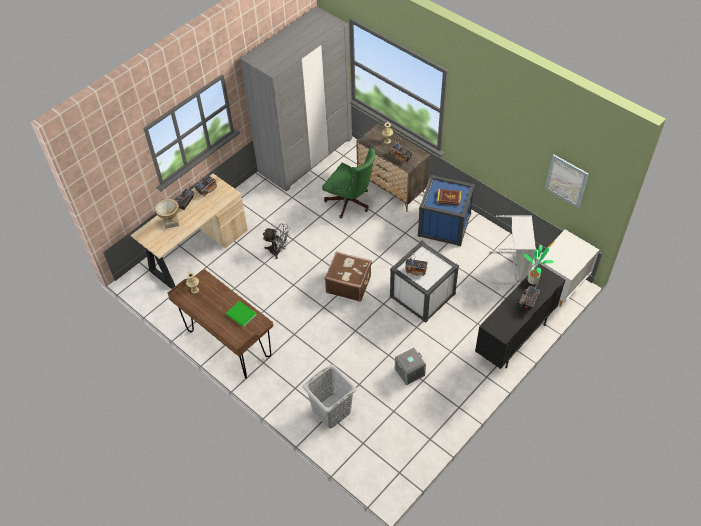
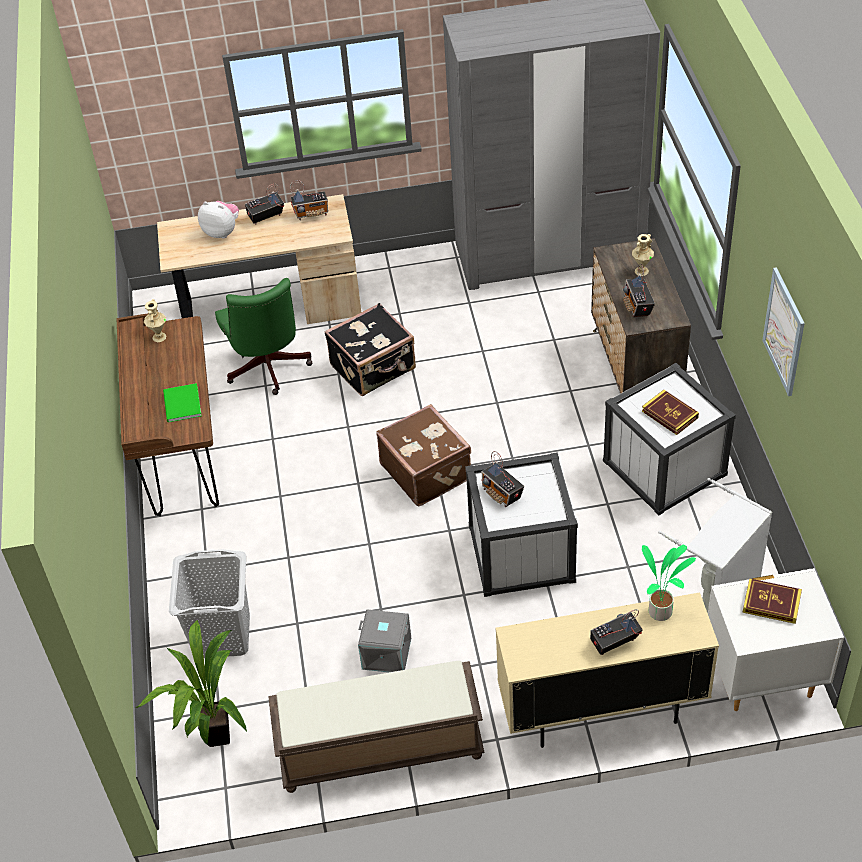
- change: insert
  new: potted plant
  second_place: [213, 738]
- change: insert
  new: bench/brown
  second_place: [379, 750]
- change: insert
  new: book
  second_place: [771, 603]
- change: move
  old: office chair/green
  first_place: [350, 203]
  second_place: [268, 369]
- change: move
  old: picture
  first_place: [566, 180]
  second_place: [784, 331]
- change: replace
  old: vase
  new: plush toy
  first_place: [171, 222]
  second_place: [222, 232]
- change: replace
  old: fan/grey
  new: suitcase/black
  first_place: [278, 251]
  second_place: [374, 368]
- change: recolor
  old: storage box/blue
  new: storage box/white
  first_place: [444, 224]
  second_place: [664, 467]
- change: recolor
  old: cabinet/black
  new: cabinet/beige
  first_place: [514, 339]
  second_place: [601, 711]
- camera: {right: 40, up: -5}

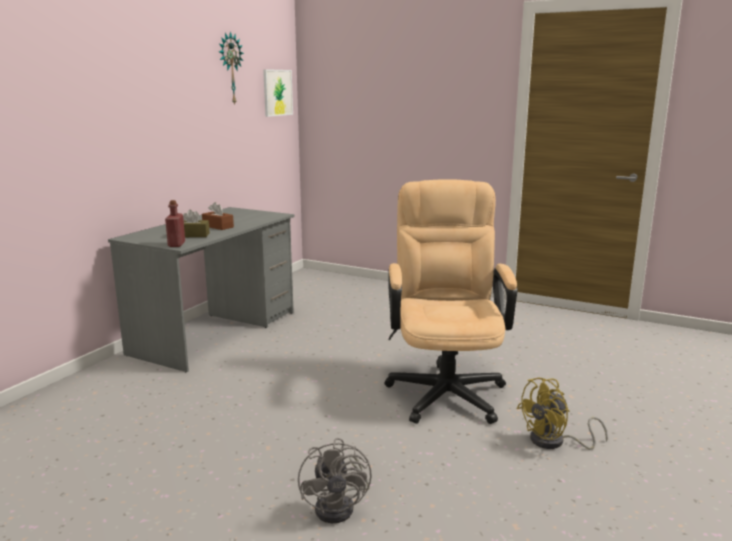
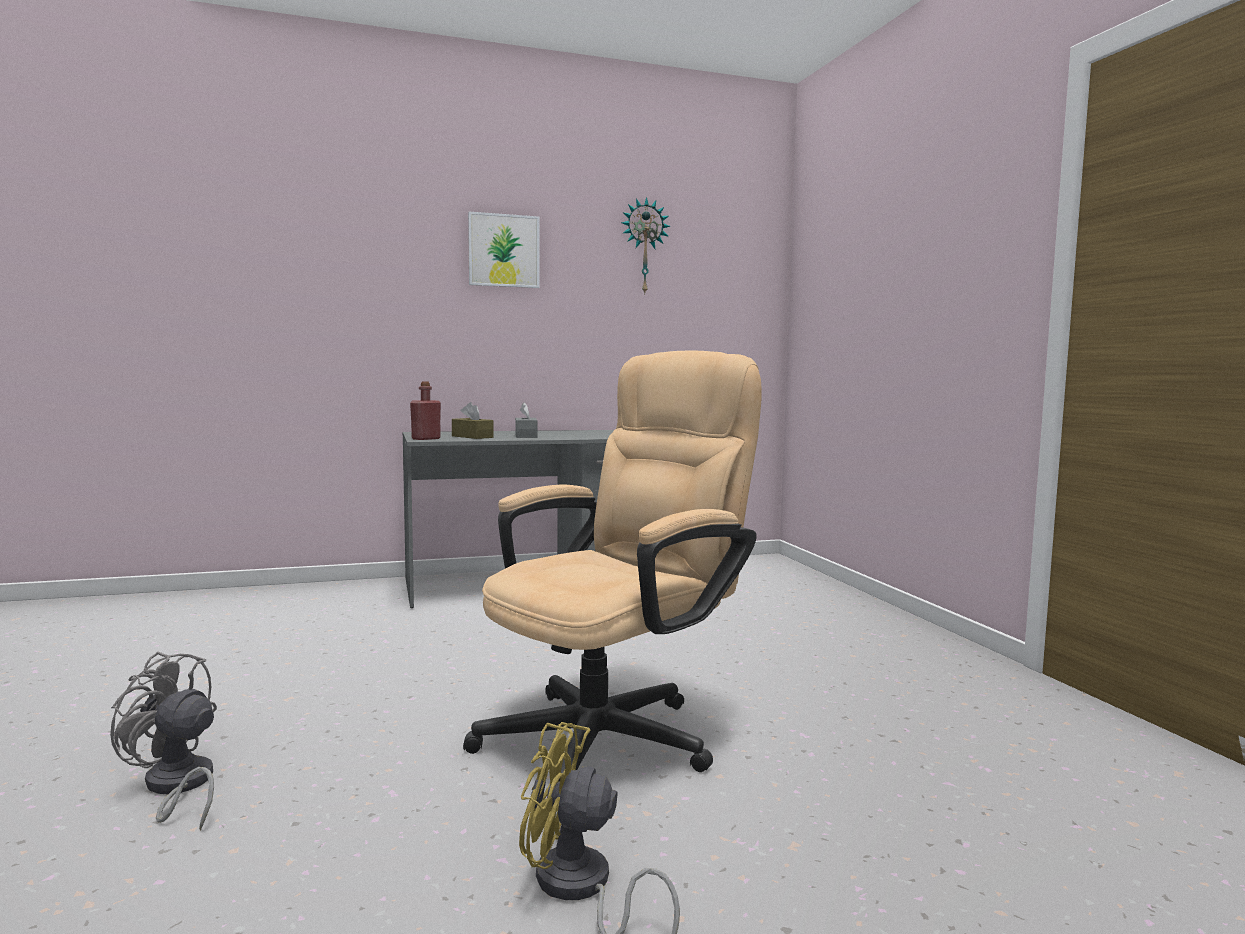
- change: move
  old: picture
  first_place: [277, 92]
  second_place: [504, 250]
- change: recolor
  old: tissue box/brown
  new: tissue box/grey
  first_place: [218, 226]
  second_place: [526, 436]
- change: rotate
  old: fan/grey
  first_place: [340, 506]
  second_place: [177, 787]
  degrees: 75
- camera: {right: 45, up: -10}

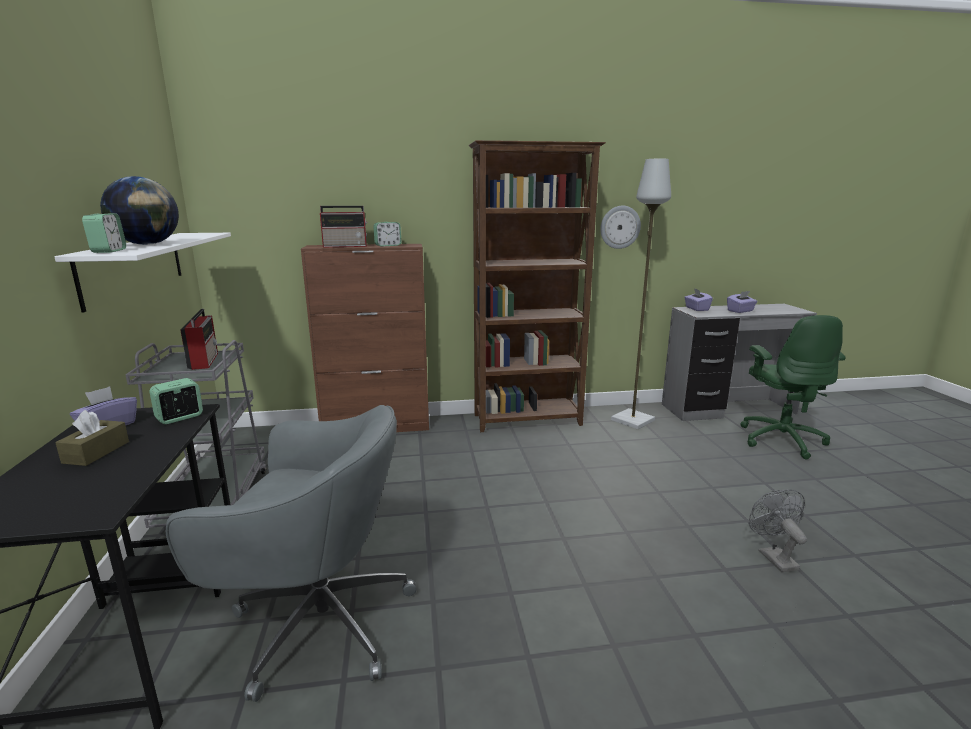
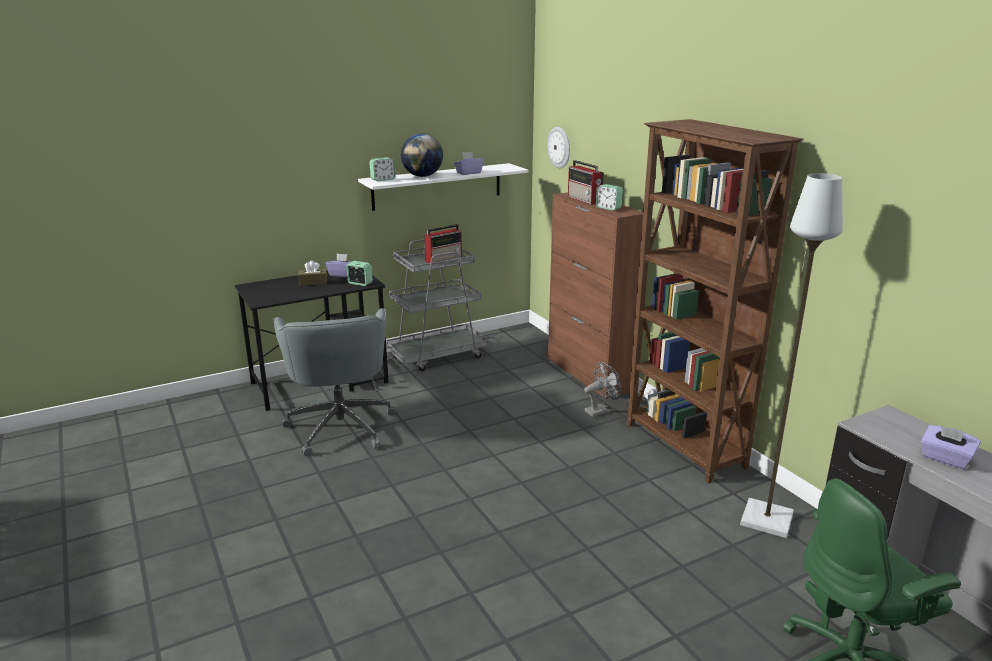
- change: move
  old: wall clock
  first_place: [620, 227]
  second_place: [559, 147]
- change: move
  old: tissue box/purple
  first_place: [696, 309]
  second_place: [468, 173]
- change: move
  old: fan/grey
  first_place: [773, 556]
  second_place: [601, 410]
- camera: {right: 70, up: 5}

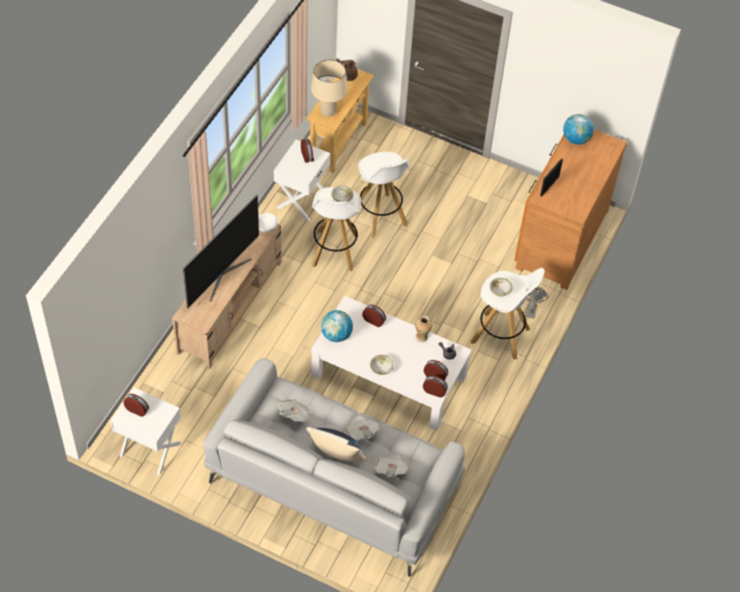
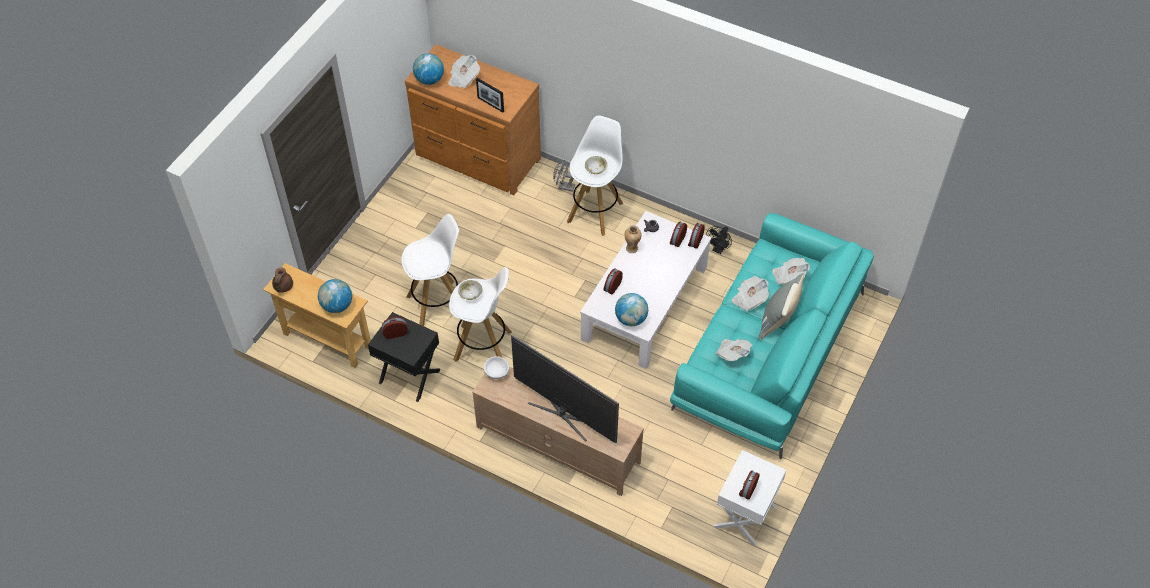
- change: delete
  old: bowl
  first_place: [381, 368]
- change: insert
  new: newspaper
  second_place: [463, 78]
- change: insert
  new: fan/black
  second_place: [718, 249]
- change: replace
  old: table lamp/beige
  new: globe
  first_place: [328, 111]
  second_place: [337, 306]
- change: recolor
  old: sofa/grey
  new: sofa/turquoise
  first_place: [333, 480]
  second_place: [768, 352]
- change: recolor
  old: nightstand/white
  new: nightstand/black
  first_place: [301, 200]
  second_place: [409, 377]
- change: recolor
  old: pillow/blue
  new: pillow/grey
  first_place: [335, 457]
  second_place: [778, 321]
- camera: {right: -85, up: 0}

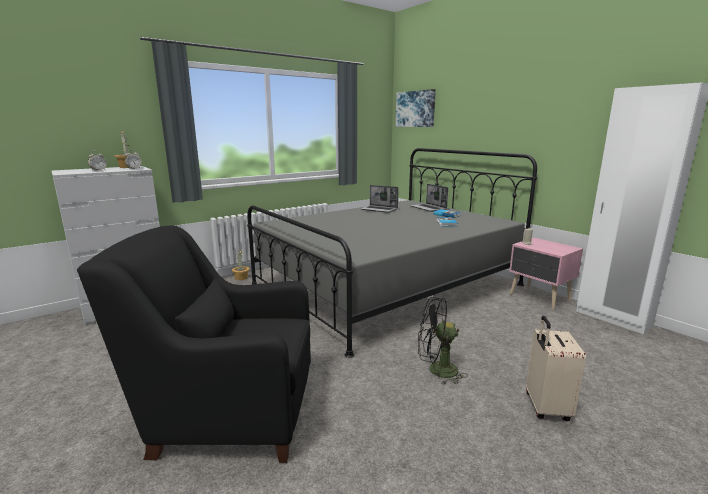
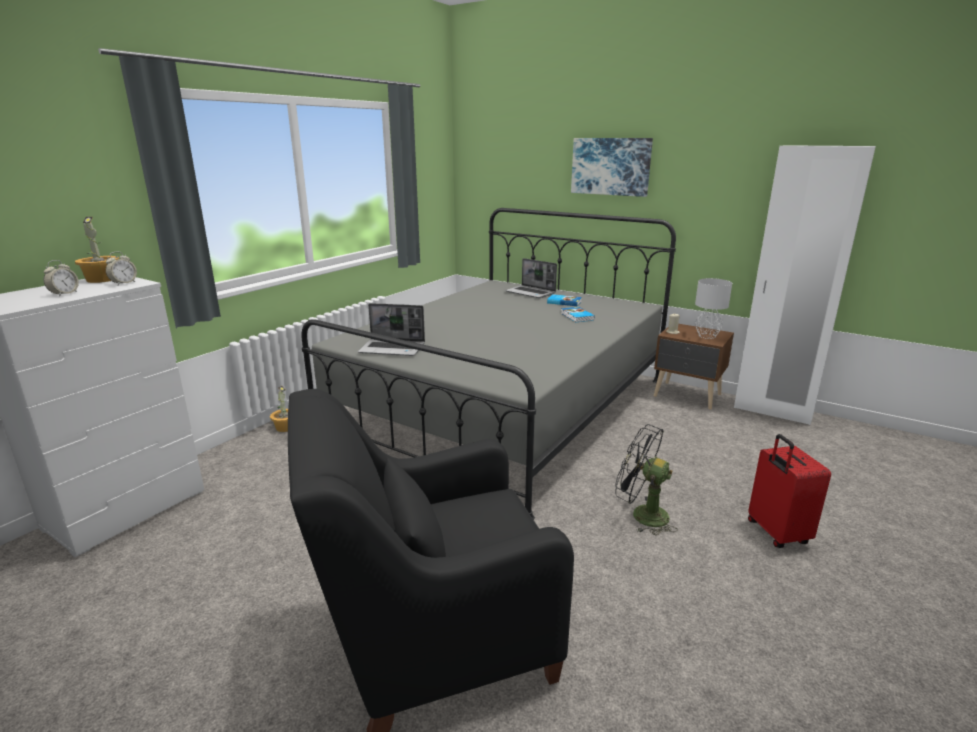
- change: insert
  new: table lamp/grey
  second_place: [706, 336]
- change: move
  old: laptop
  first_place: [379, 209]
  second_place: [393, 349]
- change: move
  old: picture
  first_place: [415, 109]
  second_place: [611, 166]
- change: recolor
  old: nightstand/pink
  new: nightstand/brown
  first_place: [539, 298]
  second_place: [688, 396]
- change: recolor
  old: suitcase/beige
  new: suitcase/red
  first_place: [545, 407]
  second_place: [776, 533]
- change: rotate
  old: fan/black
  first_place: [436, 370]
  second_place: [641, 515]
  degrees: 45
- camera: {right: -20, up: 5}

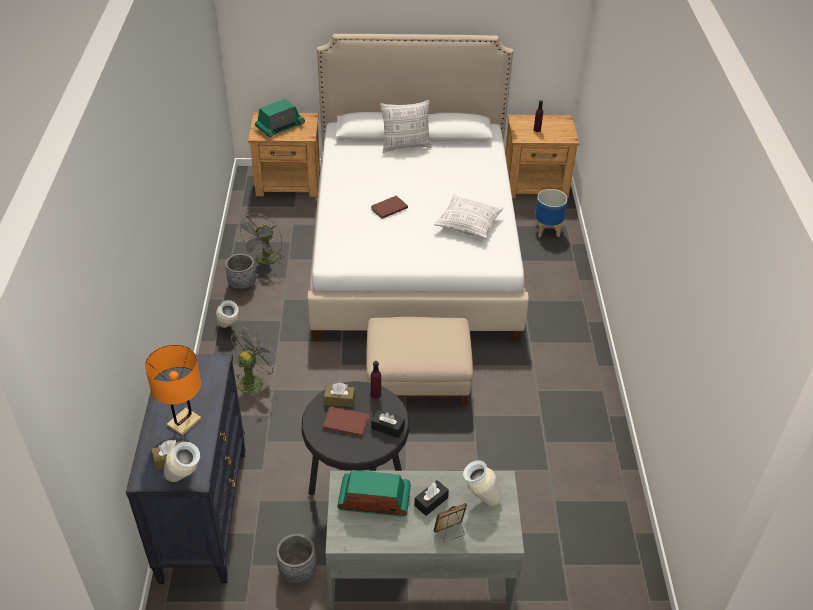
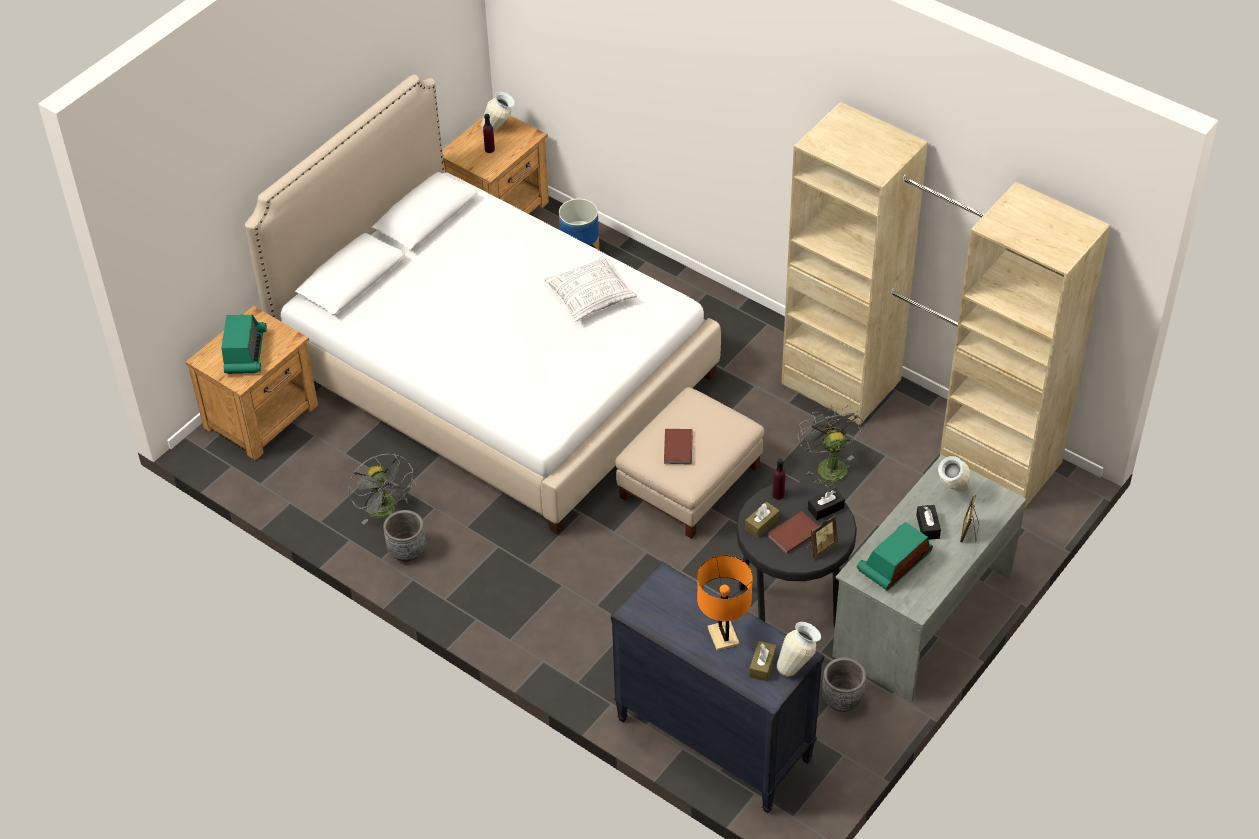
- change: delete
  old: pillow
  first_place: [406, 146]
- change: insert
  new: wardrobe/beige
  second_place: [920, 422]
- change: insert
  new: picture frame
  second_place: [820, 547]
- change: move
  old: vase
  first_place: [229, 330]
  second_place: [500, 130]
- change: move
  old: fan/grey
  first_place: [253, 380]
  second_place: [828, 465]
- change: move
  old: book/brown
  first_place: [388, 208]
  second_place: [677, 448]
- camera: {right: -50, up: 5}

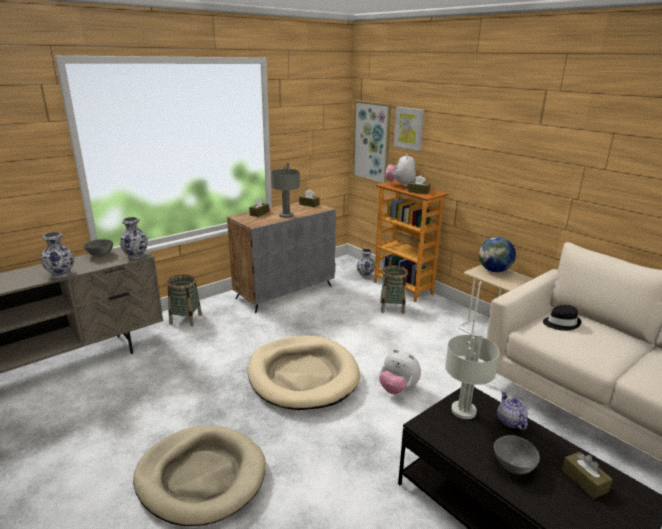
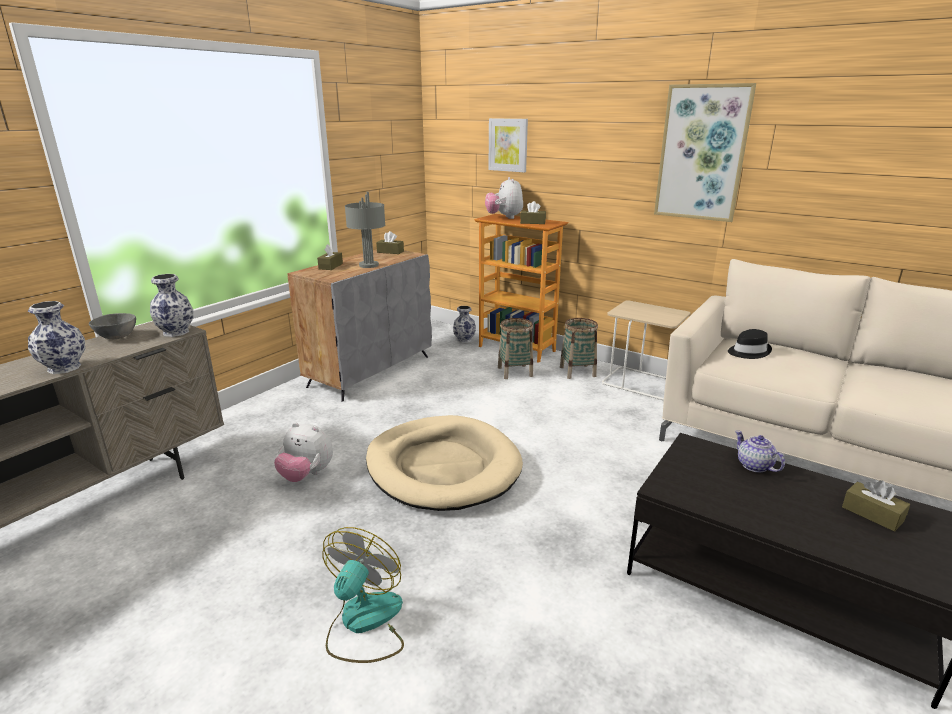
- change: delete
  old: table lamp/grey
  first_place: [463, 411]
- change: delete
  old: globe
  first_place: [494, 270]
- change: delete
  old: bowl/grey
  first_place: [513, 466]
- change: move
  old: basket
  first_place: [186, 319]
  second_place: [577, 371]
- change: move
  old: picture
  first_place: [372, 142]
  second_place: [702, 153]
- change: move
  old: plush toy
  first_place: [397, 389]
  second_place: [306, 475]
- change: replace
  old: dog bed/beige
  new: fan
  first_place: [201, 477]
  second_place: [364, 623]
- camera: {right: -15, up: 0}

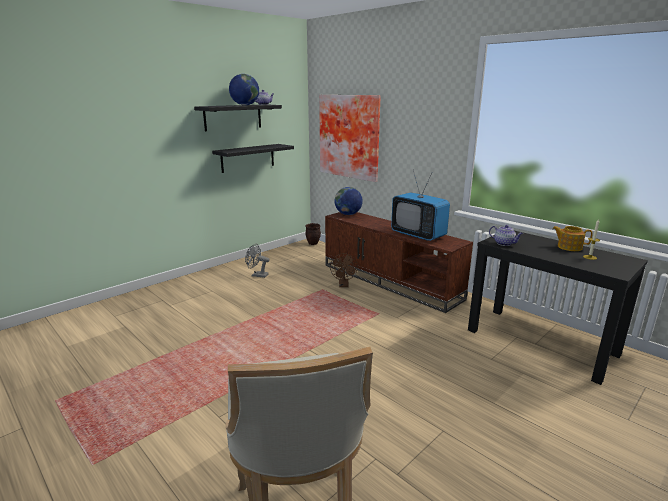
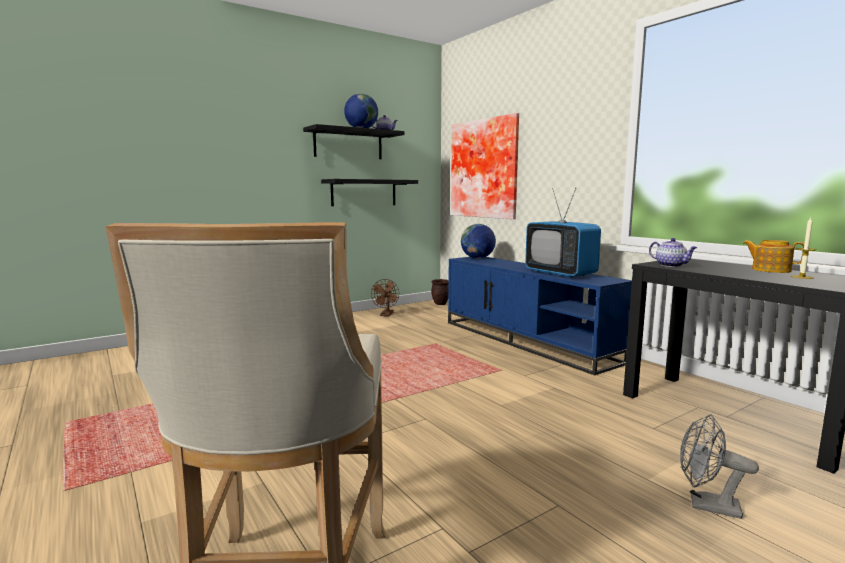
- change: move
  old: fan/grey
  first_place: [257, 275]
  second_place: [706, 505]
- change: move
  old: fan/brown
  first_place: [344, 285]
  second_place: [386, 315]
- change: recolor
  old: tv stand/brown
  new: tv stand/blue
  first_place: [390, 281]
  second_place: [527, 341]
- camera: {right: 10, up: -10}

